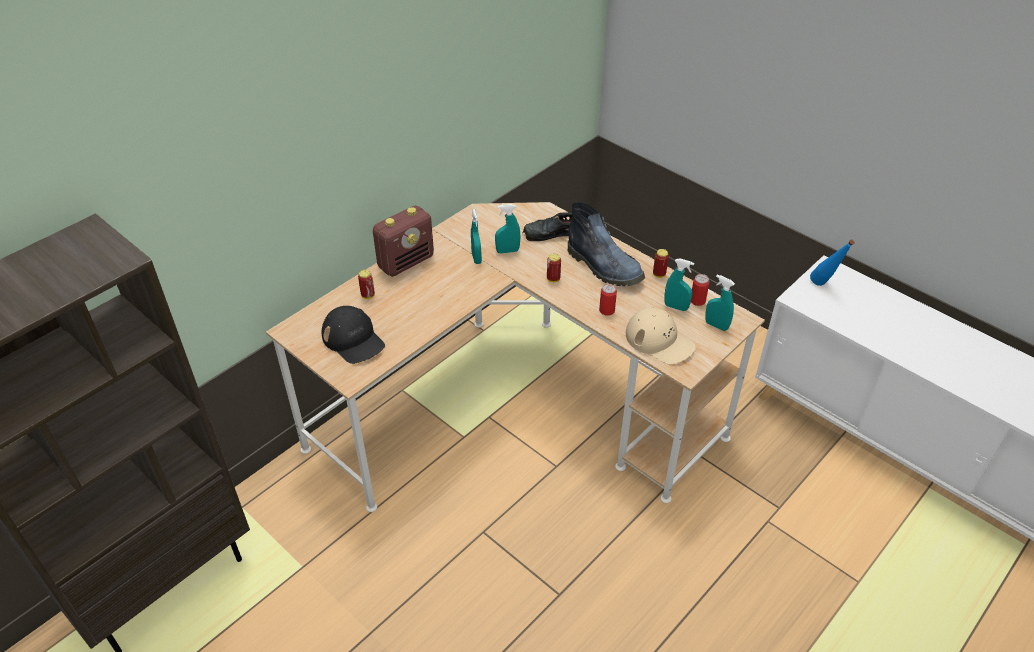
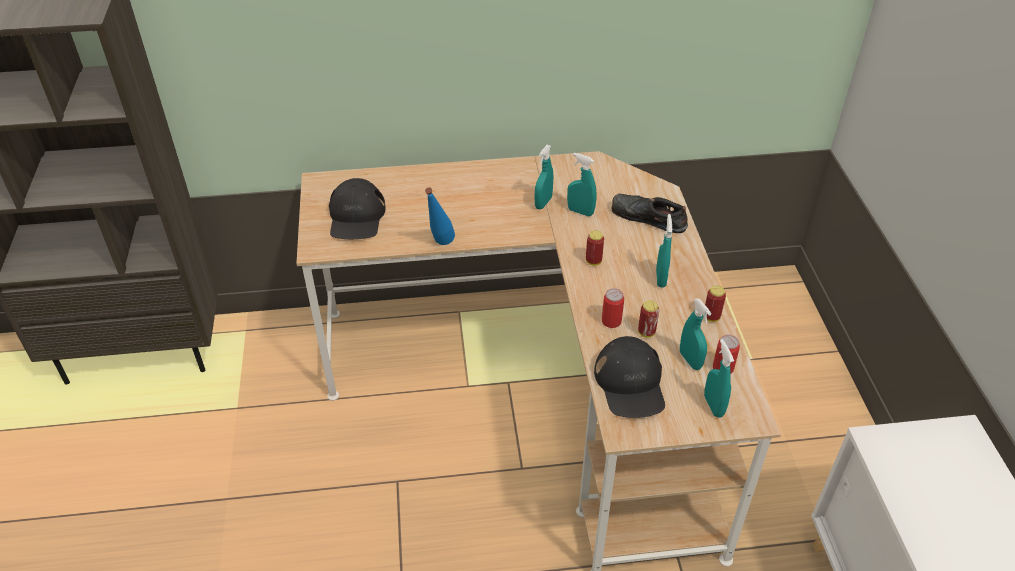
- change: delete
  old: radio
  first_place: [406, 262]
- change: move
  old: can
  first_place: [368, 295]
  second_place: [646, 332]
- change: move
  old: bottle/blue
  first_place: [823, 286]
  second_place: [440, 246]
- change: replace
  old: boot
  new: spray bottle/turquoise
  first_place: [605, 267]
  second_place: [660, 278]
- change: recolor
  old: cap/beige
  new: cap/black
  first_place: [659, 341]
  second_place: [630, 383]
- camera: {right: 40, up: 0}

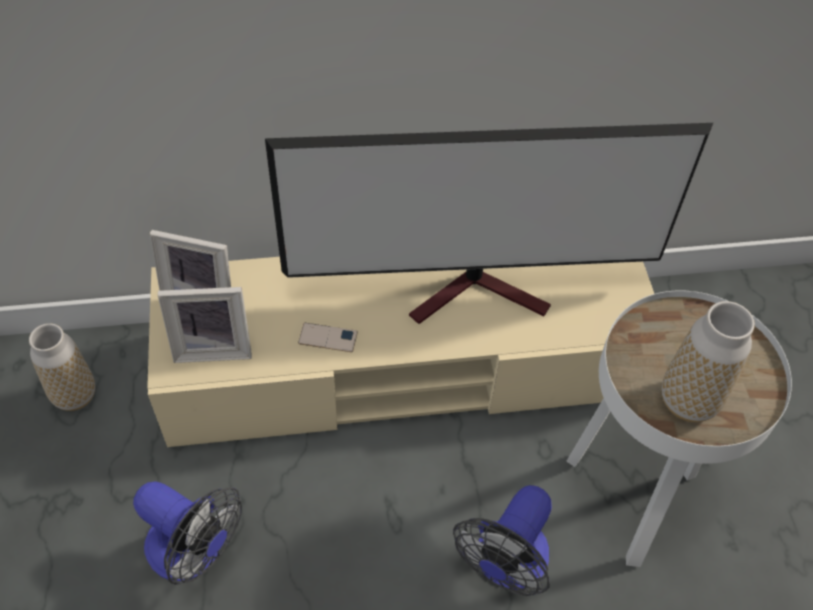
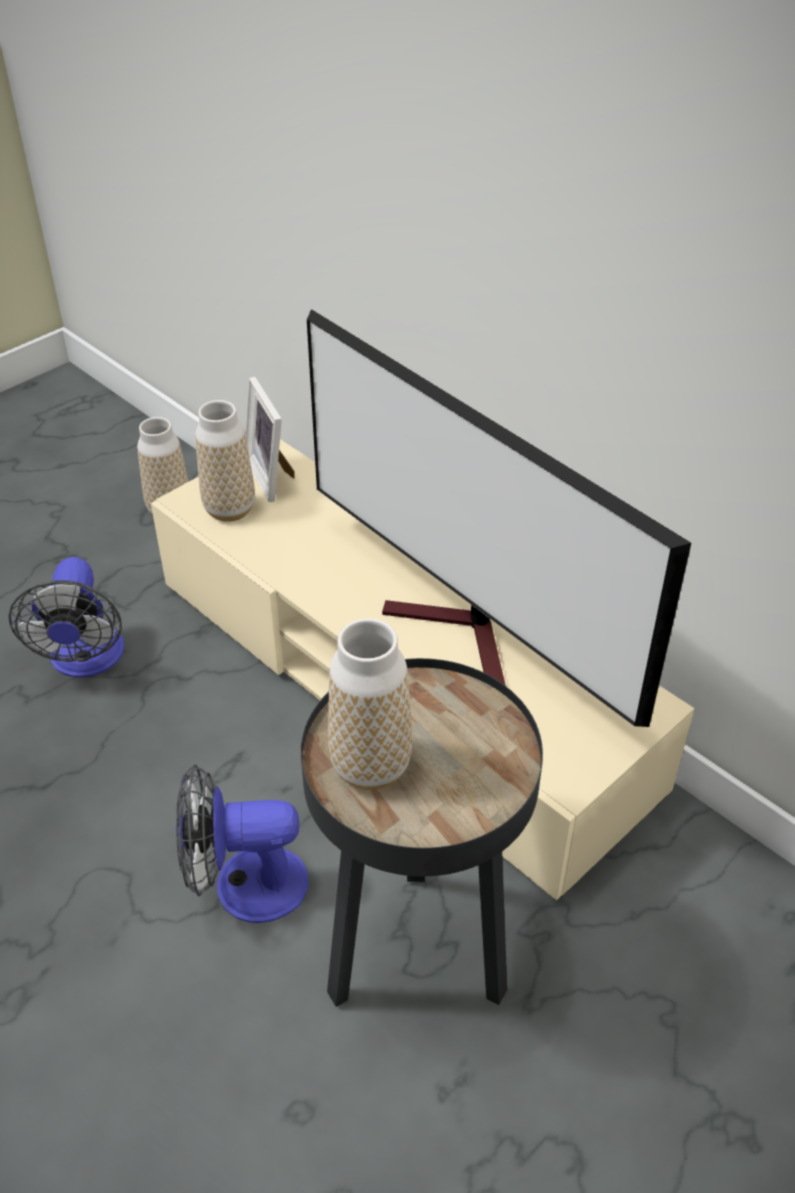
- change: delete
  old: phone
  first_place: [328, 338]
- change: replace
  old: picture frame
  new: vase
  first_place: [213, 346]
  second_place: [229, 509]
- change: recolor
  old: side table/white
  new: side table/black
  first_place: [631, 497]
  second_place: [418, 955]
- camera: {right: 55, up: -10}

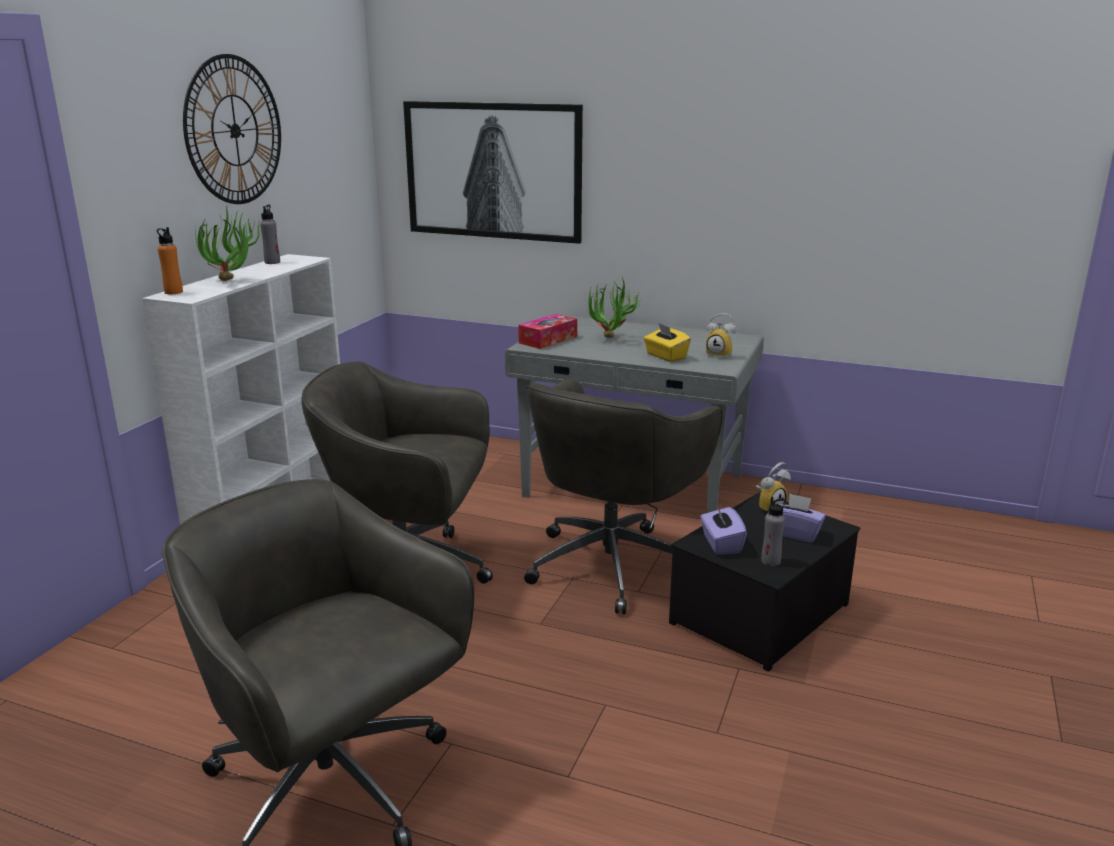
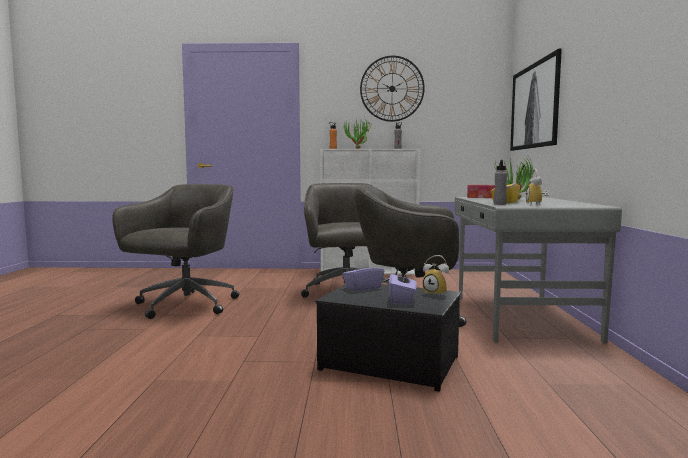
- change: move
  old: bottle/grey
  first_place: [770, 561]
  second_place: [499, 204]
- camera: {right: 70, up: -15}

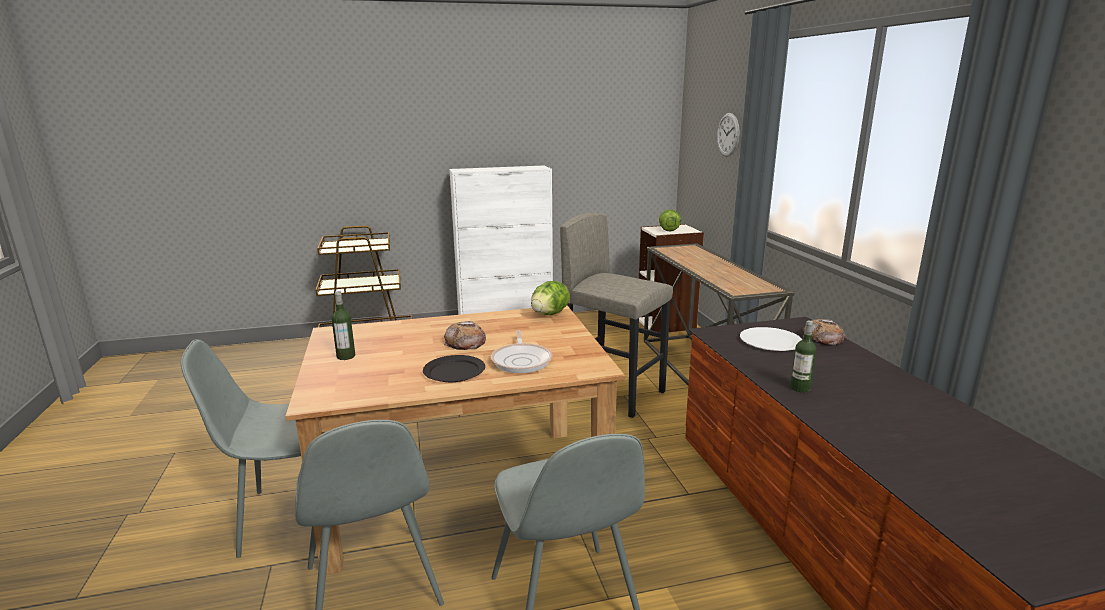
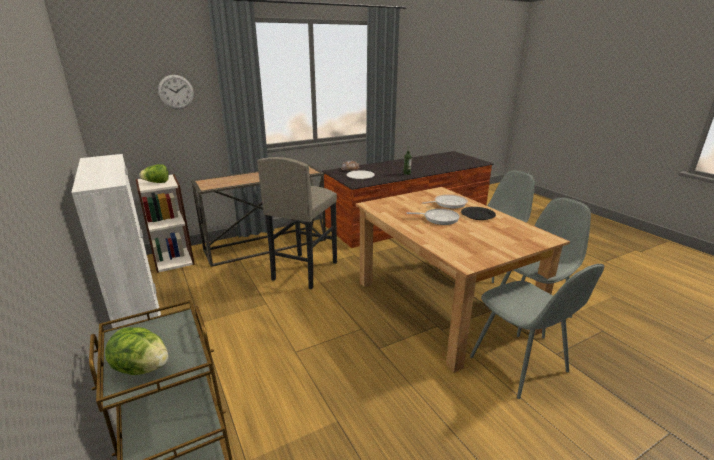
- change: delete
  old: bottle
  first_place: [346, 356]
- change: move
  old: lettuce
  first_place: [549, 314]
  second_place: [142, 368]
- change: replace
  old: bread
  new: frying pan
  first_place: [465, 342]
  second_place: [439, 219]
- camera: {right: -105, up: 5}

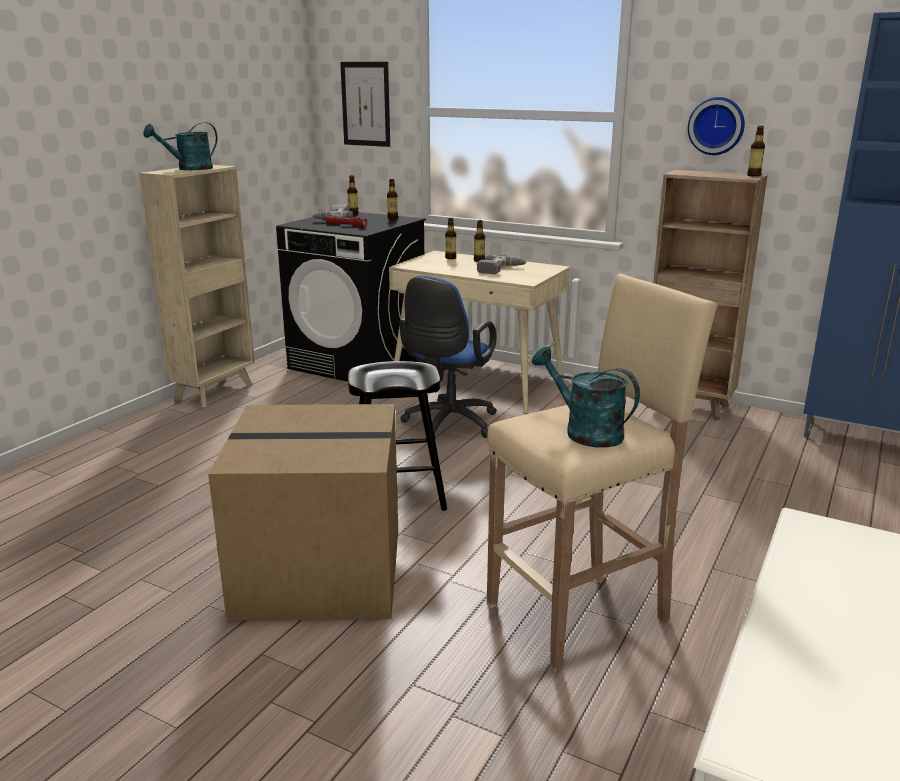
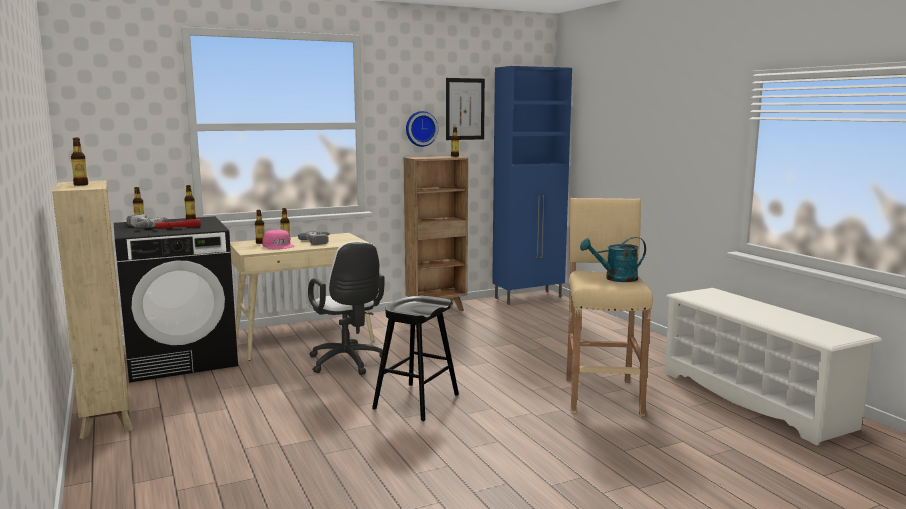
- change: delete
  old: cardboard box
  first_place: [322, 570]
- change: insert
  new: cap/pink
  second_place: [279, 246]
- change: move
  old: picture
  first_place: [365, 104]
  second_place: [465, 109]
- change: replace
  old: watering can/turquoise
  new: bottle
  first_place: [189, 169]
  second_place: [81, 185]
- change: recolor
  old: office chair/blue
  new: office chair/white
  first_place: [448, 425]
  second_place: [348, 363]
- camera: {right: -55, up: -10}

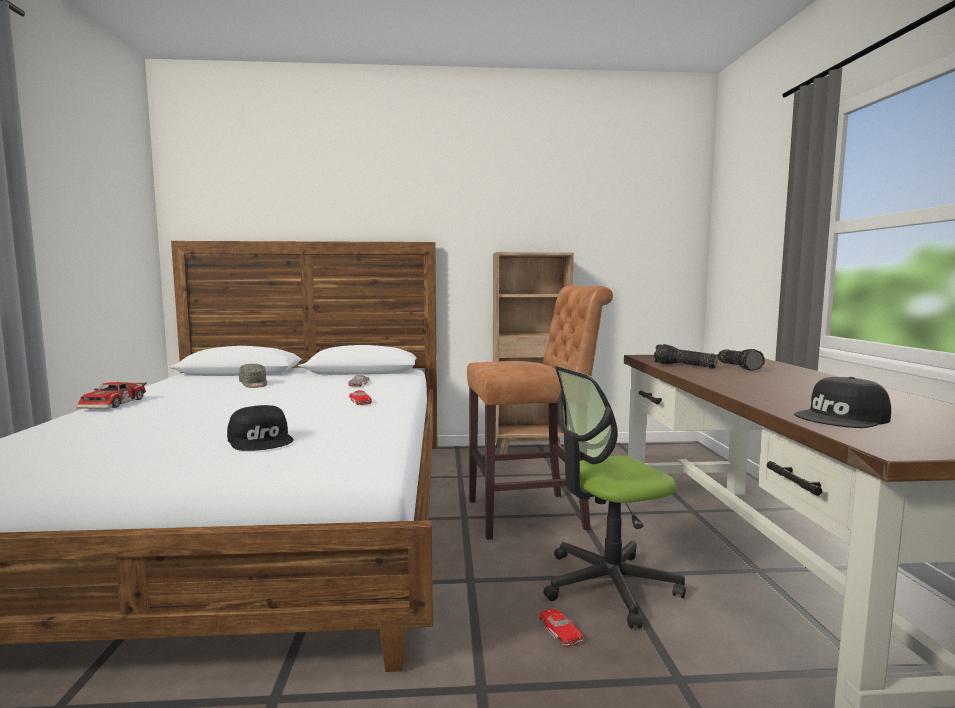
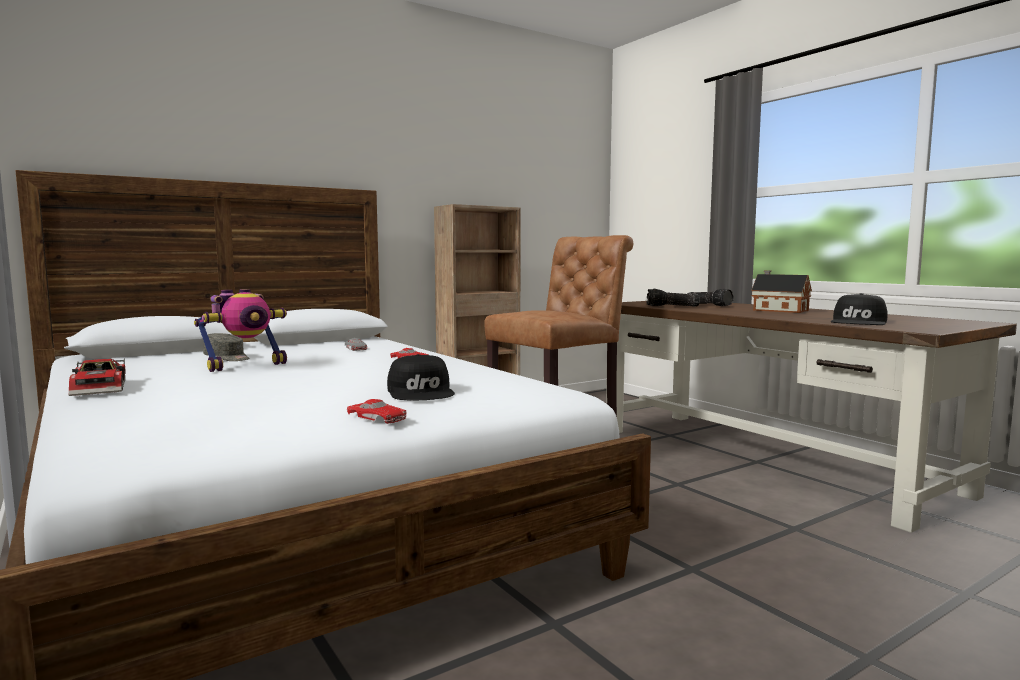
- change: delete
  old: office chair
  first_place: [608, 585]
- change: insert
  new: toy robot
  second_place: [245, 366]
- change: insert
  new: toy house
  second_place: [778, 310]
- change: move
  old: toy car/red
  first_place: [560, 630]
  second_place: [376, 417]
- change: rotate
  old: cap/black
  first_place: [262, 440]
  second_place: [422, 392]
  degrees: 45
- camera: {right: -30, up: 0}

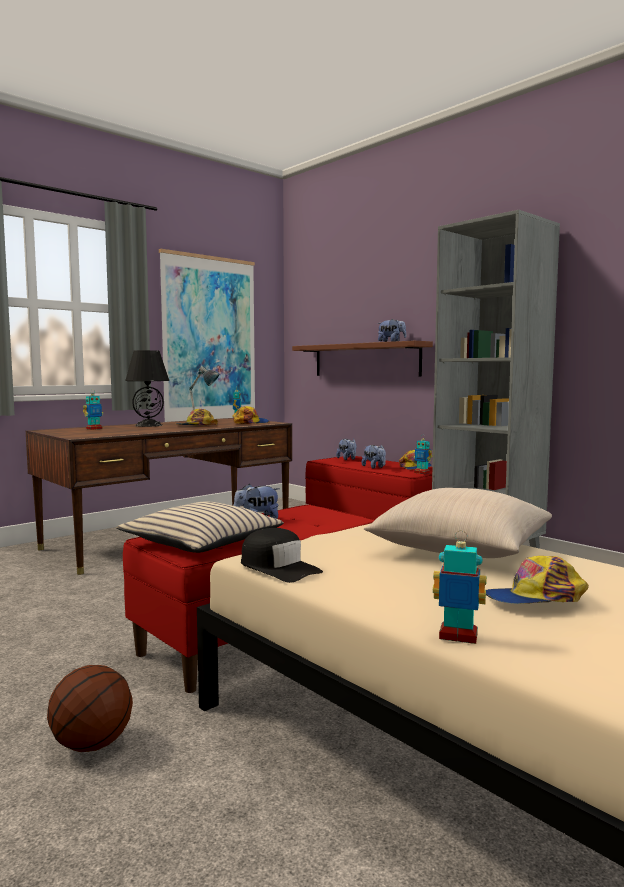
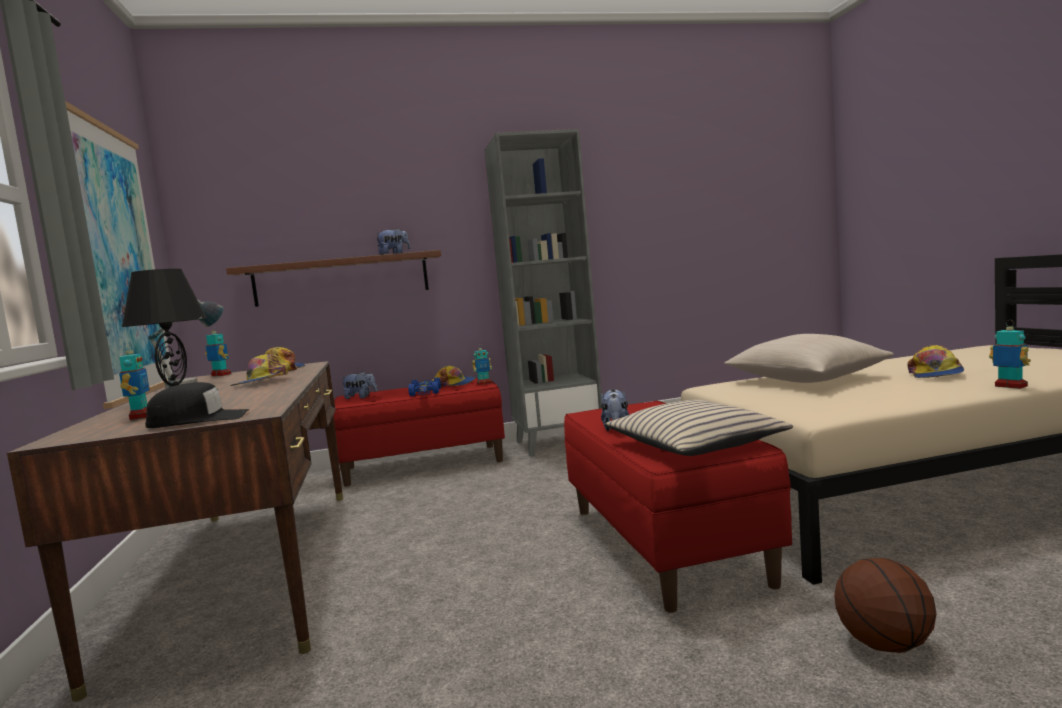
- change: move
  old: cap/black
  first_place: [279, 568]
  second_place: [199, 420]
- change: replace
  old: plush toy
  new: toy car/blue
  first_place: [374, 467]
  second_place: [425, 392]
- change: rotate
  old: toy robot
  first_place: [458, 637]
  second_place: [1010, 386]
  degrees: 105
- camera: {right: -60, up: 0}

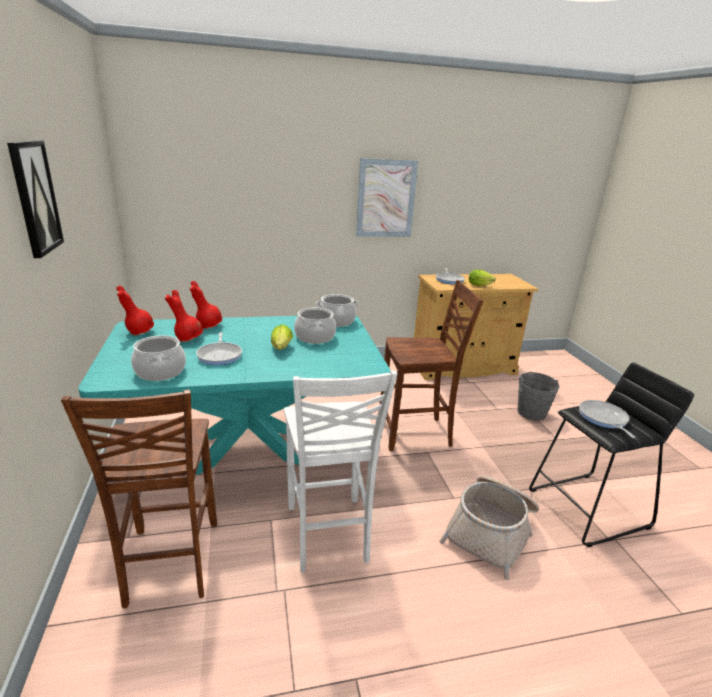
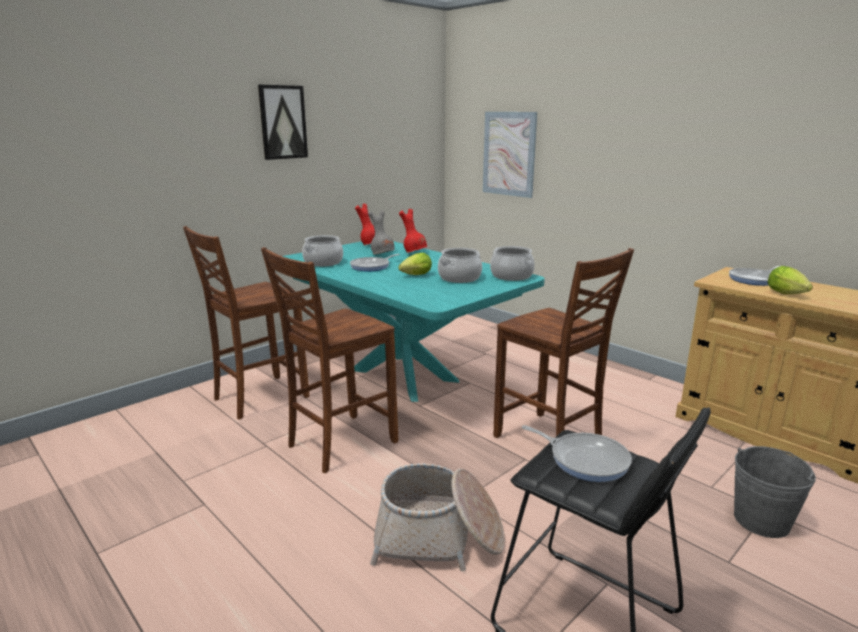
- change: move
  old: picture
  first_place: [386, 198]
  second_place: [509, 154]
- change: recolor
  old: vase/red
  new: vase/grey
  first_place: [188, 339]
  second_place: [382, 255]
- change: recolor
  old: chair/white
  new: chair/brown
  first_place: [328, 535]
  second_place: [339, 444]
- change: rotate
  old: frying pan
  first_place: [603, 419]
  second_place: [585, 459]
  degrees: 75
- camera: {right: 60, up: -5}

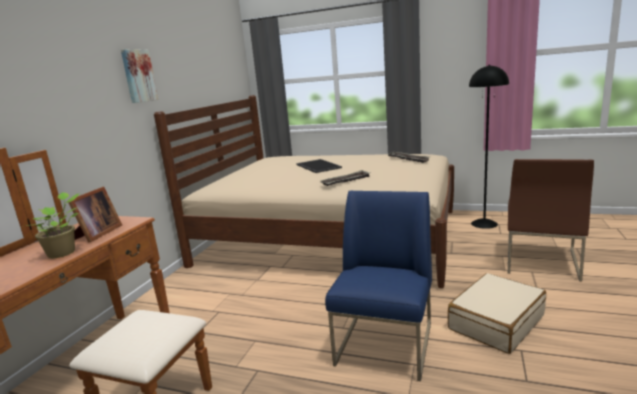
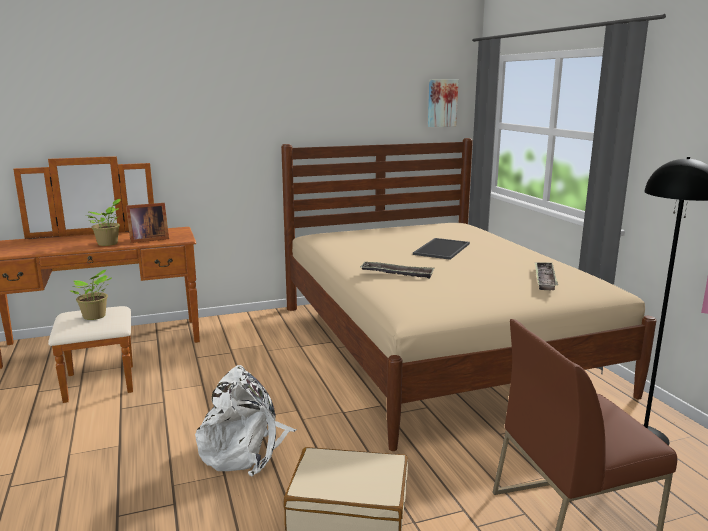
- change: insert
  new: potted plant
  second_place: [95, 317]
- change: move
  old: picture
  first_place: [138, 76]
  second_place: [441, 103]
- change: replace
  old: chair/blue
  new: backpack/white
  first_place: [385, 344]
  second_place: [245, 449]
- camera: {right: 50, up: 0}

